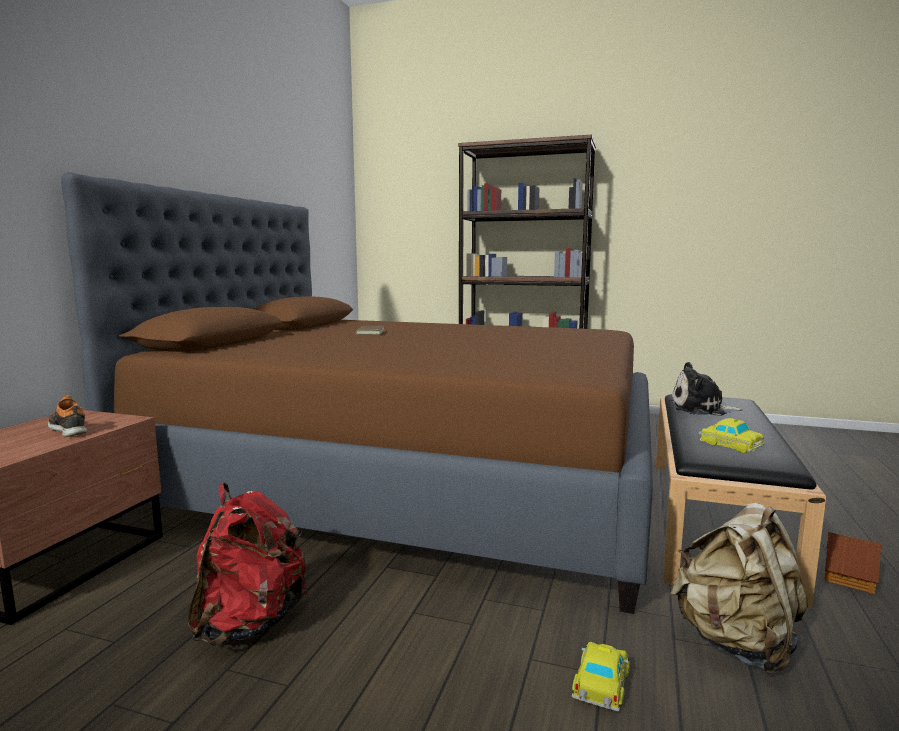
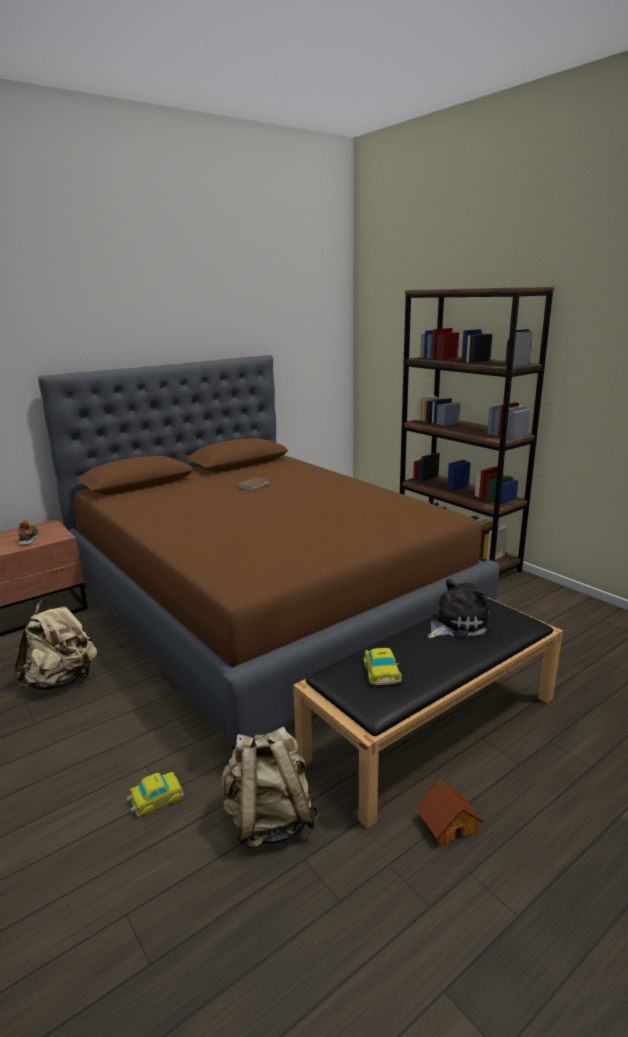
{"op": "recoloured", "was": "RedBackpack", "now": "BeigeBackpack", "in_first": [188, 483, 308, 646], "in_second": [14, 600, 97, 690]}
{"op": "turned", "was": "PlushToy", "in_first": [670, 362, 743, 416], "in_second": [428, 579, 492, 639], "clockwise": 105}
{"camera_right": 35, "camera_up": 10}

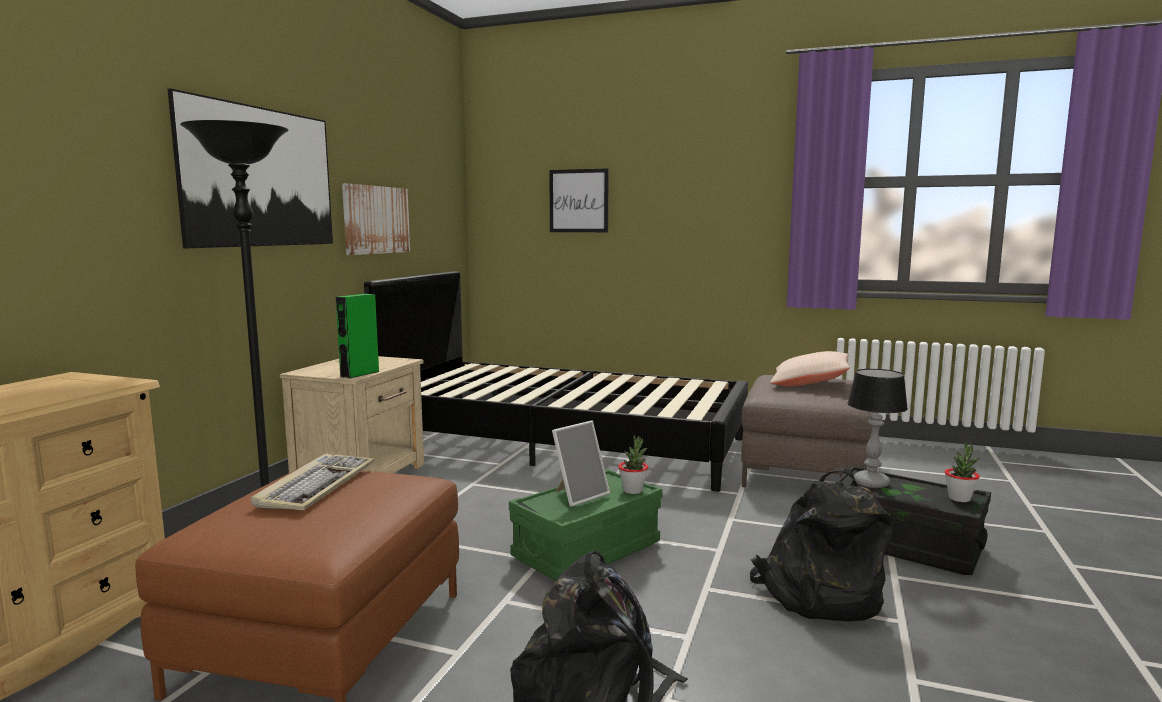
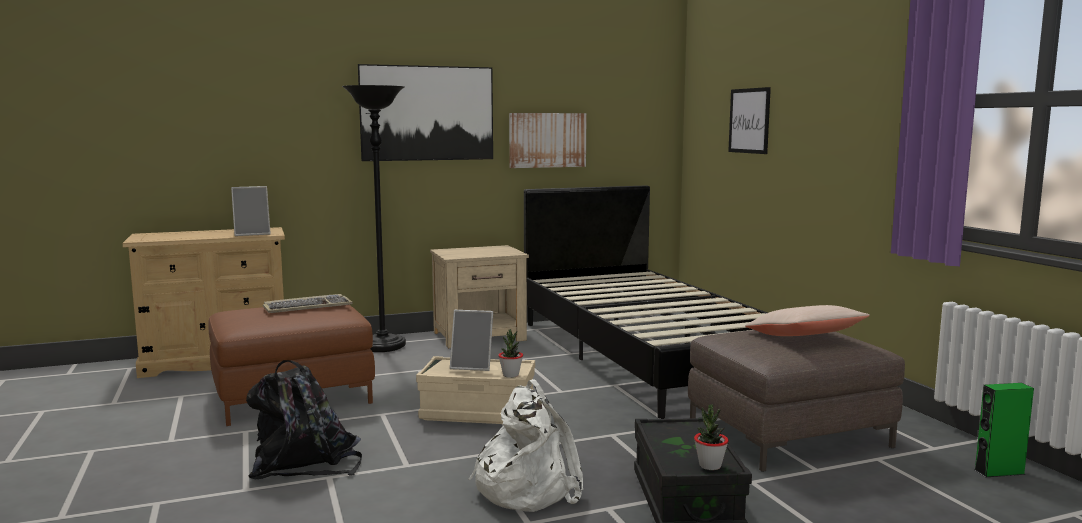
{"op": "moved", "was": "GreenSpeaker", "in_first": [335, 294, 380, 378], "in_second": [975, 383, 1034, 477]}
{"op": "recoloured", "was": "GreenStorageBox", "now": "BeigeStorageBox", "in_first": [509, 469, 663, 581], "in_second": [416, 356, 535, 424]}
{"op": "recoloured", "was": "BlackBackpack", "now": "WhiteBackpack", "in_first": [750, 468, 893, 621], "in_second": [468, 379, 583, 512]}
{"op": "removed", "was": "TableLamp", "in_first": [847, 369, 908, 488]}
{"op": "added", "now": "PictureFrame", "in_second": [231, 186, 271, 236]}
{"camera_right": 50, "camera_up": 0}

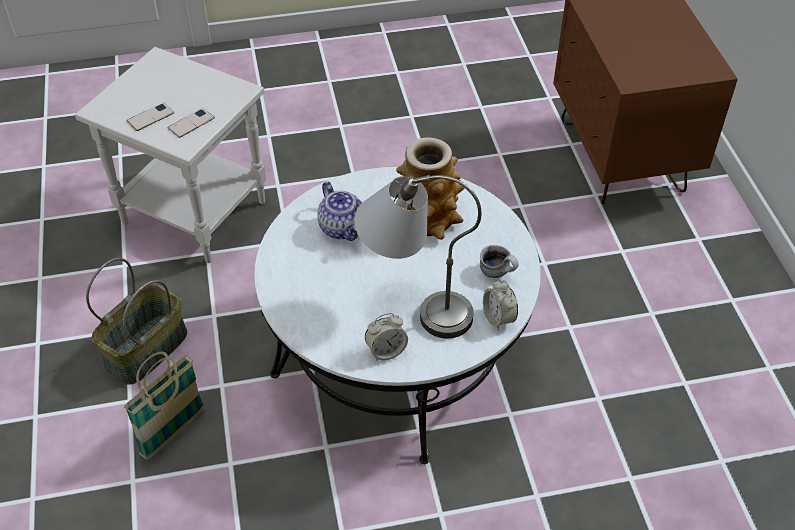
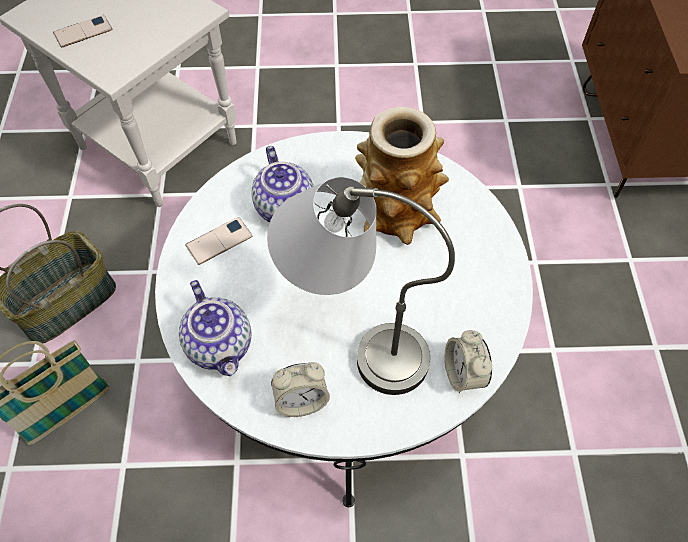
{"op": "moved", "was": "Phone", "in_first": [168, 108, 215, 138], "in_second": [185, 217, 253, 265]}
{"op": "removed", "was": "Mug", "in_first": [480, 245, 519, 278]}
{"op": "added", "now": "Teapot", "in_second": [179, 280, 252, 376]}
{"camera_right": 10, "camera_up": 10}

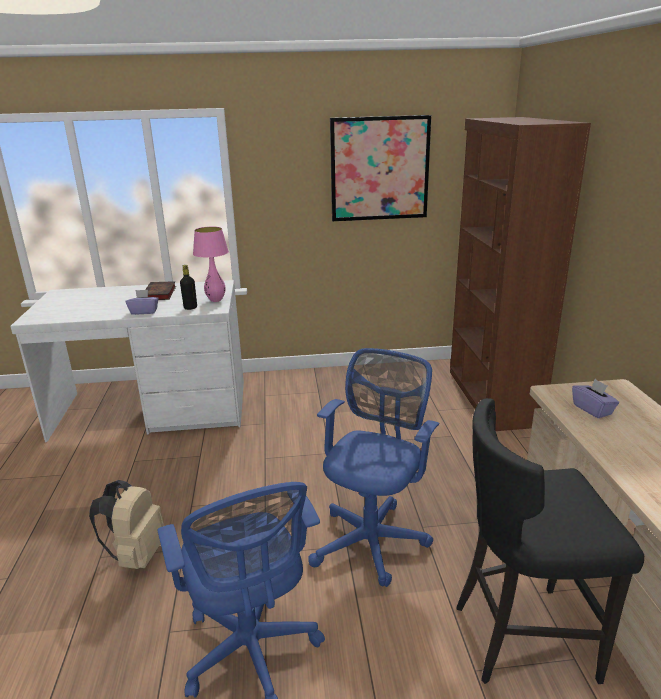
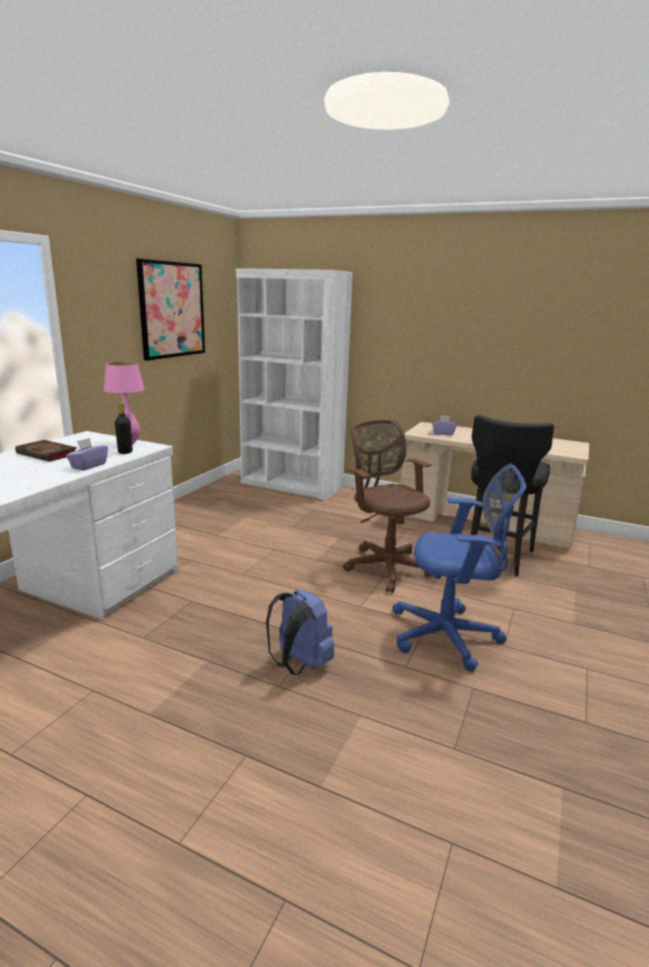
{"op": "recoloured", "was": "BeigeBackpack", "now": "BlueBackpack", "in_first": [89, 480, 165, 569], "in_second": [266, 590, 334, 675]}
{"op": "recoloured", "was": "BlueOfficeChair", "now": "BrownOfficeChair", "in_first": [308, 348, 439, 587], "in_second": [343, 419, 432, 593]}
{"op": "recoloured", "was": "BrownBookcase", "now": "WhiteBookcase", "in_first": [450, 117, 591, 431], "in_second": [236, 268, 353, 500]}
{"camera_right": -60, "camera_up": -5}

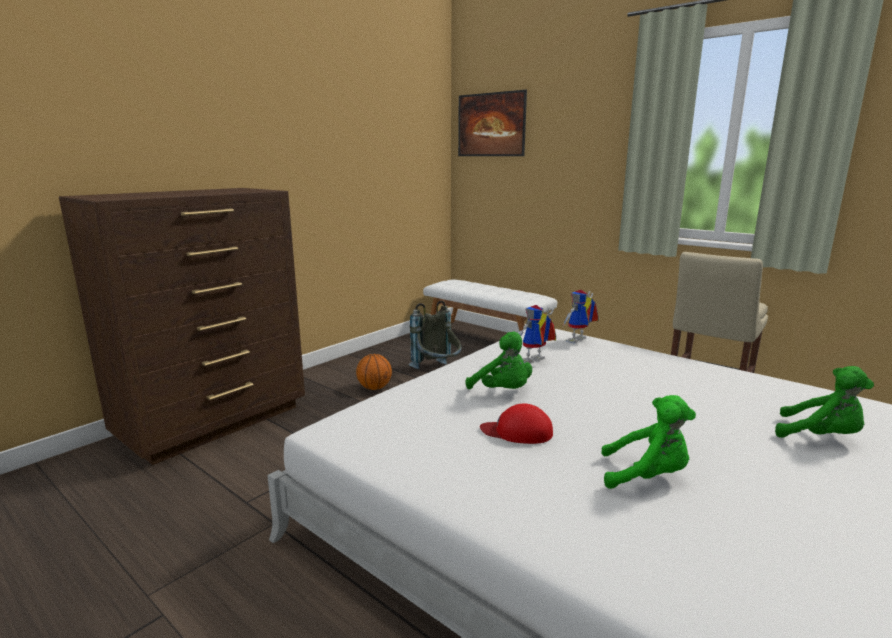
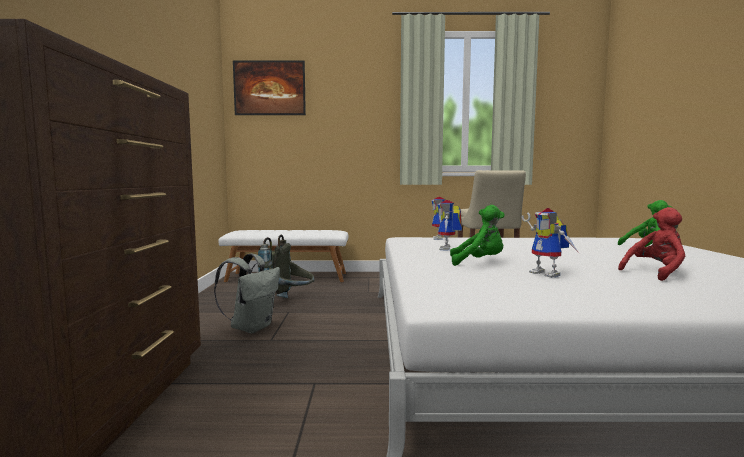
{"op": "replaced", "was": "Basketball", "now": "GreyBackpack", "in_first": [356, 354, 392, 390], "in_second": [214, 253, 280, 333]}
{"op": "replaced", "was": "RedCap", "now": "ToyRobot", "in_first": [480, 404, 553, 444], "in_second": [521, 208, 579, 278]}
{"op": "recoloured", "was": "GreenPlushToy", "now": "RedPlushToy", "in_first": [601, 395, 696, 489], "in_second": [618, 207, 686, 281]}
{"camera_right": -40, "camera_up": -10}

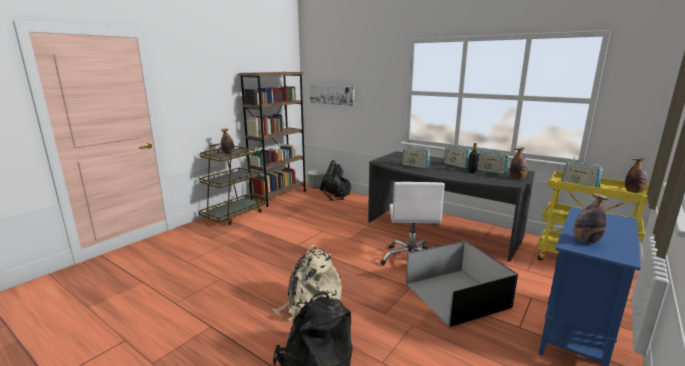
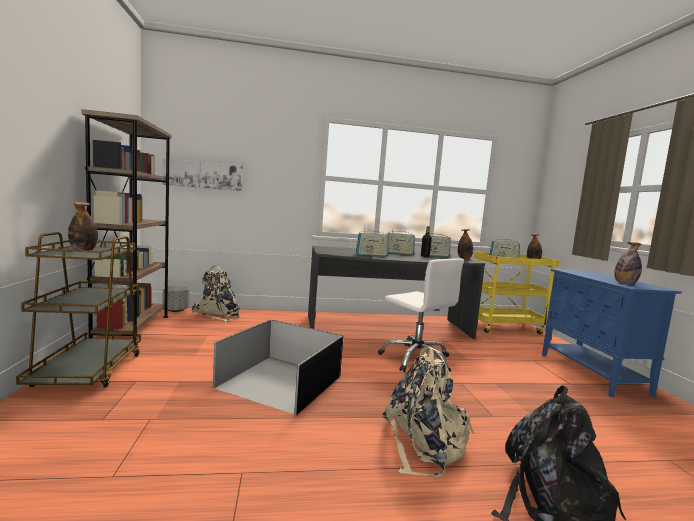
{"op": "recoloured", "was": "BlackBackpack", "now": "BeigeBackpack", "in_first": [320, 160, 352, 201], "in_second": [191, 265, 240, 322]}
{"op": "moved", "was": "BlackStorageBox", "in_first": [406, 241, 518, 327], "in_second": [213, 319, 344, 415]}
{"camera_right": -45, "camera_up": -10}

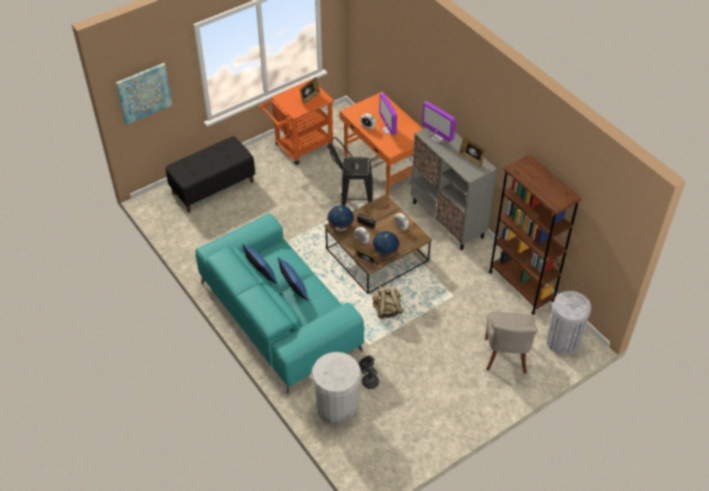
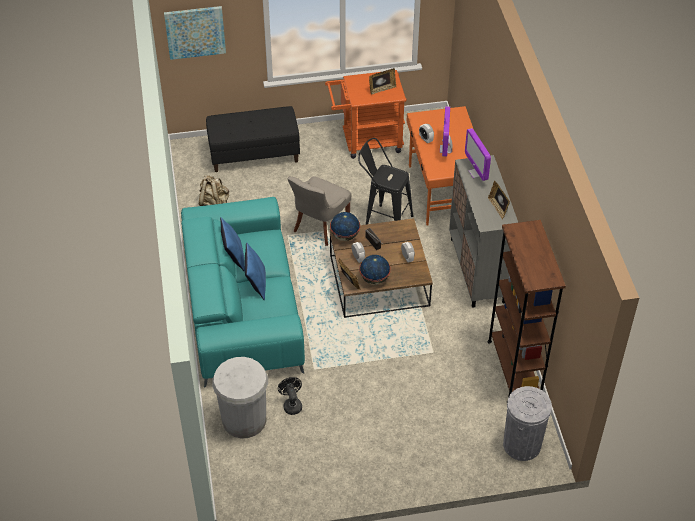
{"op": "moved", "was": "BeigeBackpack", "in_first": [372, 286, 404, 319], "in_second": [199, 175, 229, 206]}
{"op": "moved", "was": "GreyChair", "in_first": [485, 312, 538, 374], "in_second": [287, 176, 351, 246]}
{"camera_right": 25, "camera_up": 0}

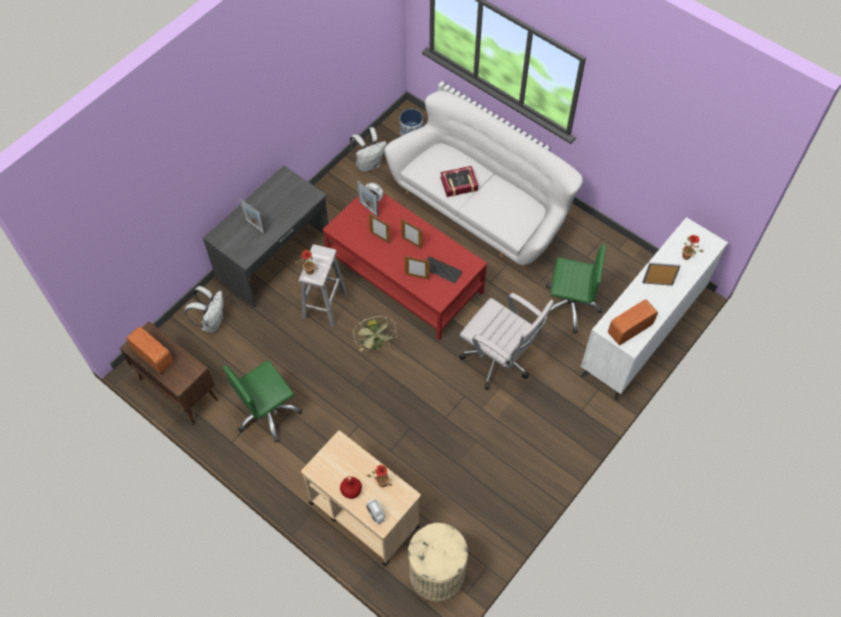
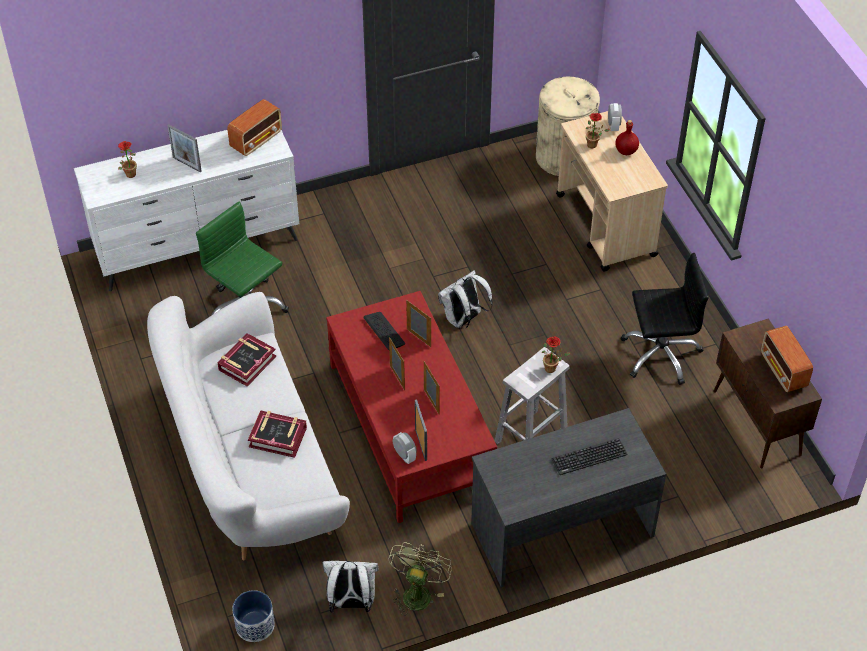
{"op": "moved", "was": "WhiteBackpack", "in_first": [185, 286, 224, 333], "in_second": [438, 270, 493, 329]}
{"op": "recoloured", "was": "GreenOfficeChair", "now": "BlackOfficeChair", "in_first": [223, 360, 302, 442], "in_second": [621, 253, 709, 385]}
{"op": "replaced", "was": "PictureFrame", "now": "Keyboard", "in_first": [239, 198, 266, 234], "in_second": [552, 438, 628, 475]}
{"op": "moved", "was": "GreenFan", "in_first": [353, 316, 397, 351], "in_second": [388, 542, 452, 616]}
{"op": "removed", "was": "WhiteOfficeChair", "in_first": [459, 293, 554, 390]}
{"op": "turned", "was": "Radio", "in_first": [608, 299, 658, 345], "in_second": [227, 99, 282, 156], "clockwise": -45}
{"op": "added", "now": "Book", "in_second": [218, 333, 276, 387]}
{"camera_right": -150, "camera_up": -10}

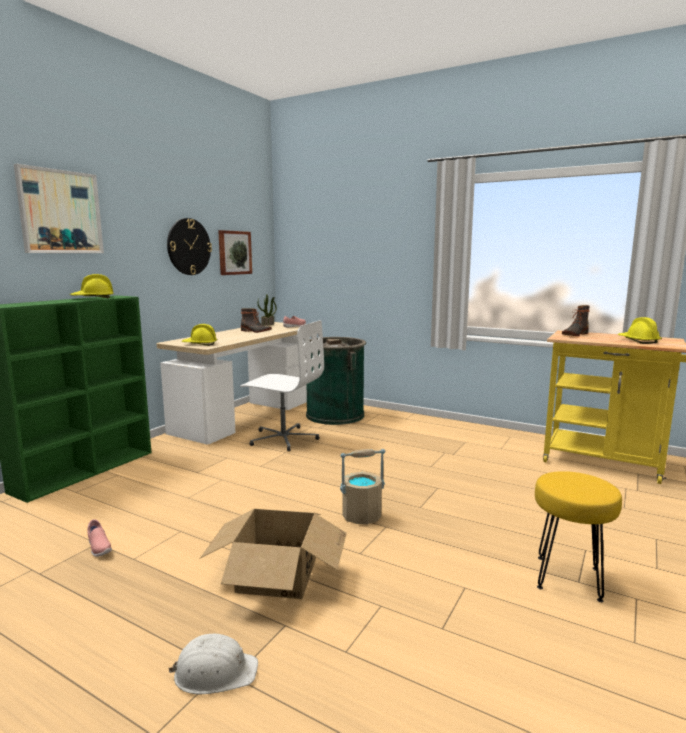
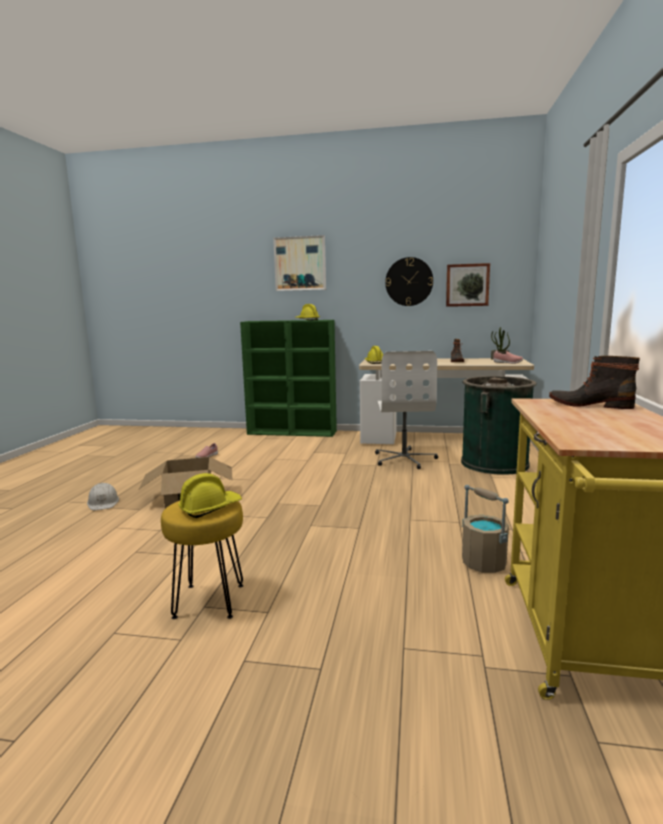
{"op": "moved", "was": "BeigeBucket", "in_first": [340, 449, 385, 524], "in_second": [462, 485, 509, 573]}
{"op": "moved", "was": "YellowHardHat", "in_first": [617, 317, 662, 344], "in_second": [178, 473, 242, 518]}
{"camera_right": 70, "camera_up": 0}

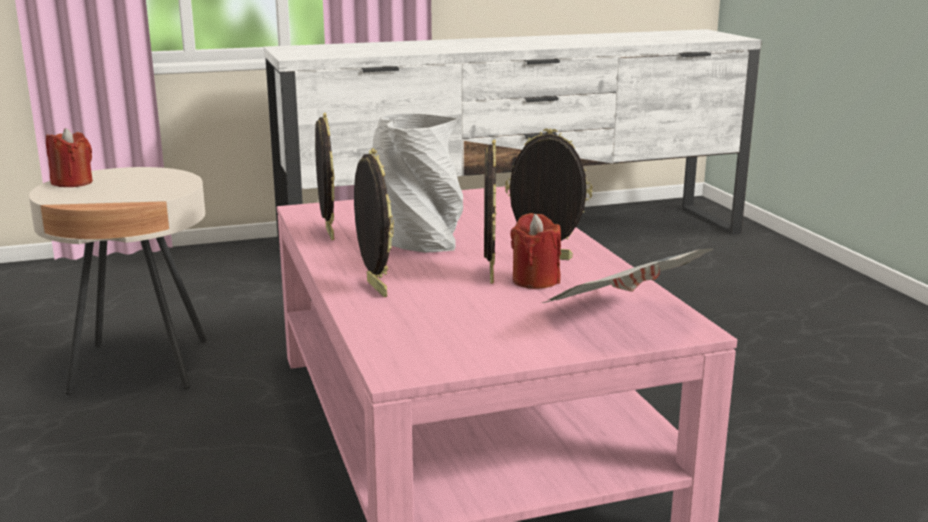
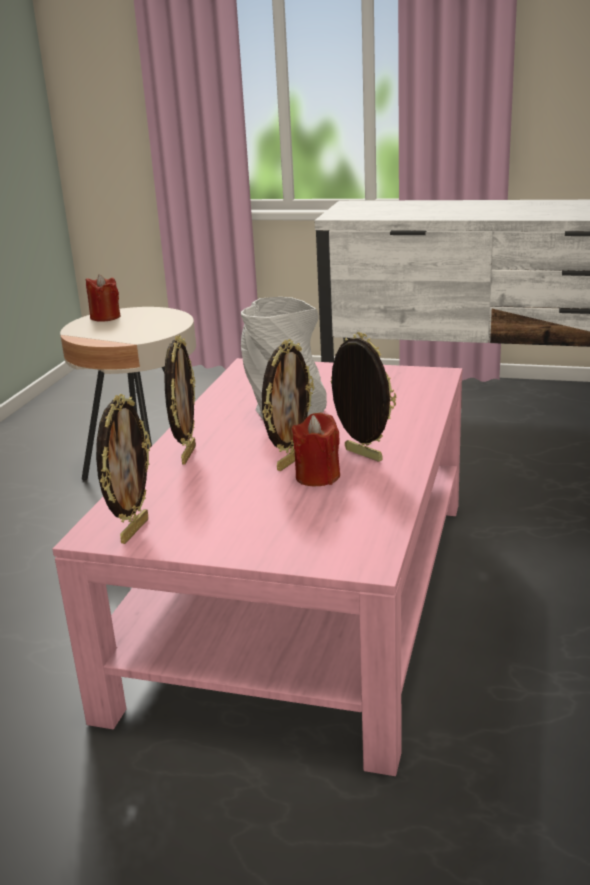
{"op": "moved", "was": "PictureFrame", "in_first": [315, 112, 335, 240], "in_second": [96, 394, 151, 544]}
{"op": "removed", "was": "Newspaper", "in_first": [542, 248, 713, 303]}
{"camera_right": 35, "camera_up": 5}

